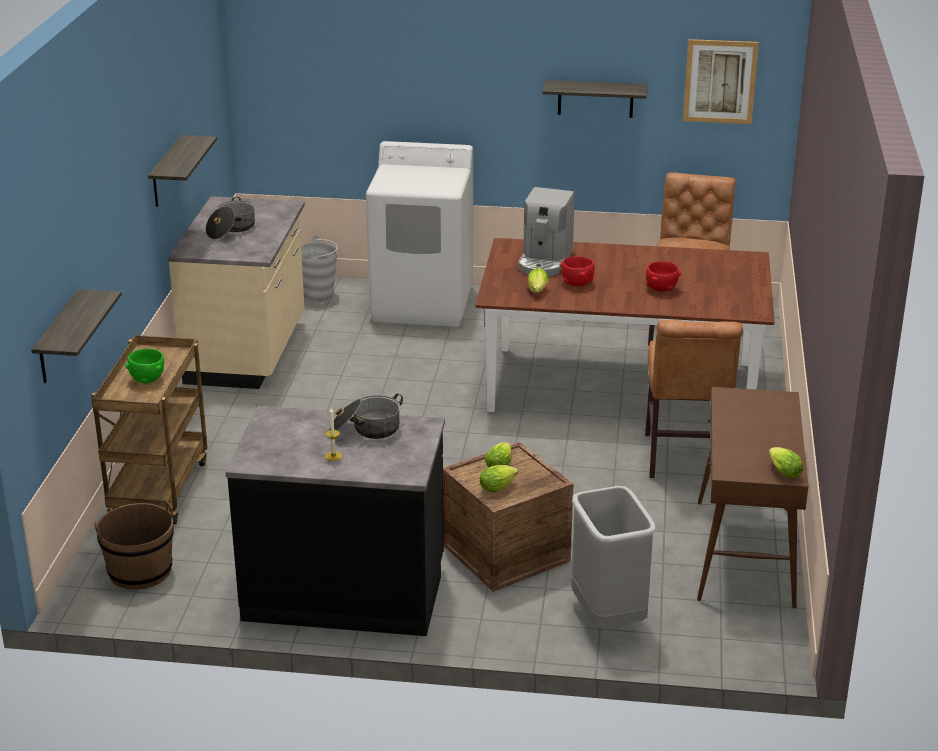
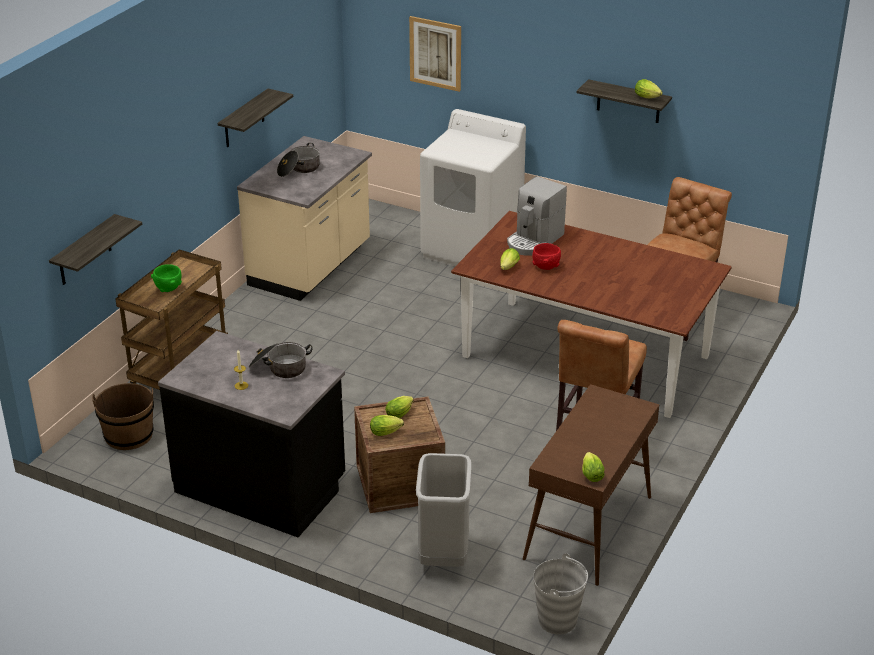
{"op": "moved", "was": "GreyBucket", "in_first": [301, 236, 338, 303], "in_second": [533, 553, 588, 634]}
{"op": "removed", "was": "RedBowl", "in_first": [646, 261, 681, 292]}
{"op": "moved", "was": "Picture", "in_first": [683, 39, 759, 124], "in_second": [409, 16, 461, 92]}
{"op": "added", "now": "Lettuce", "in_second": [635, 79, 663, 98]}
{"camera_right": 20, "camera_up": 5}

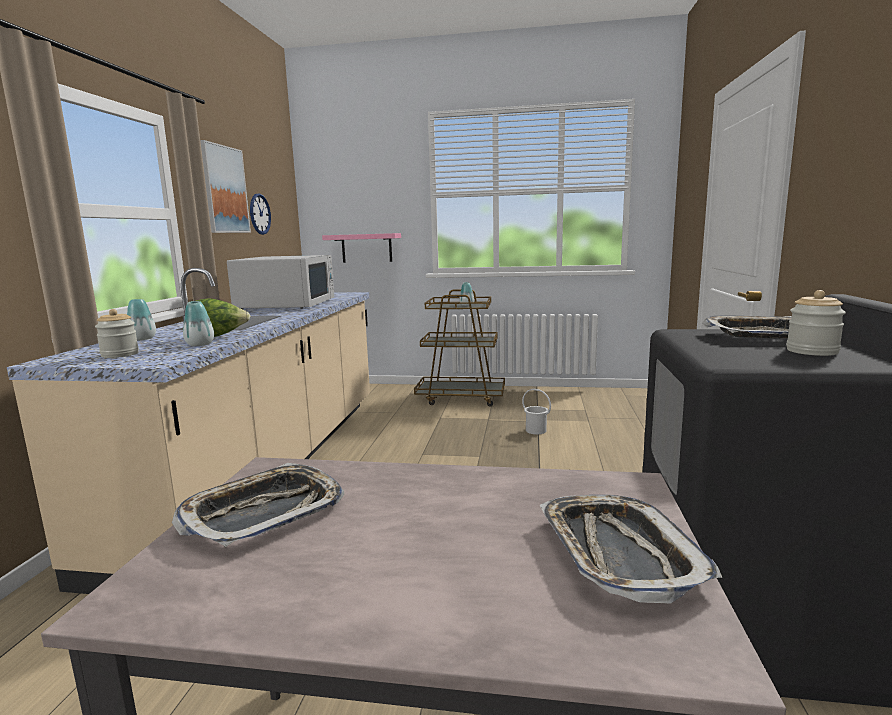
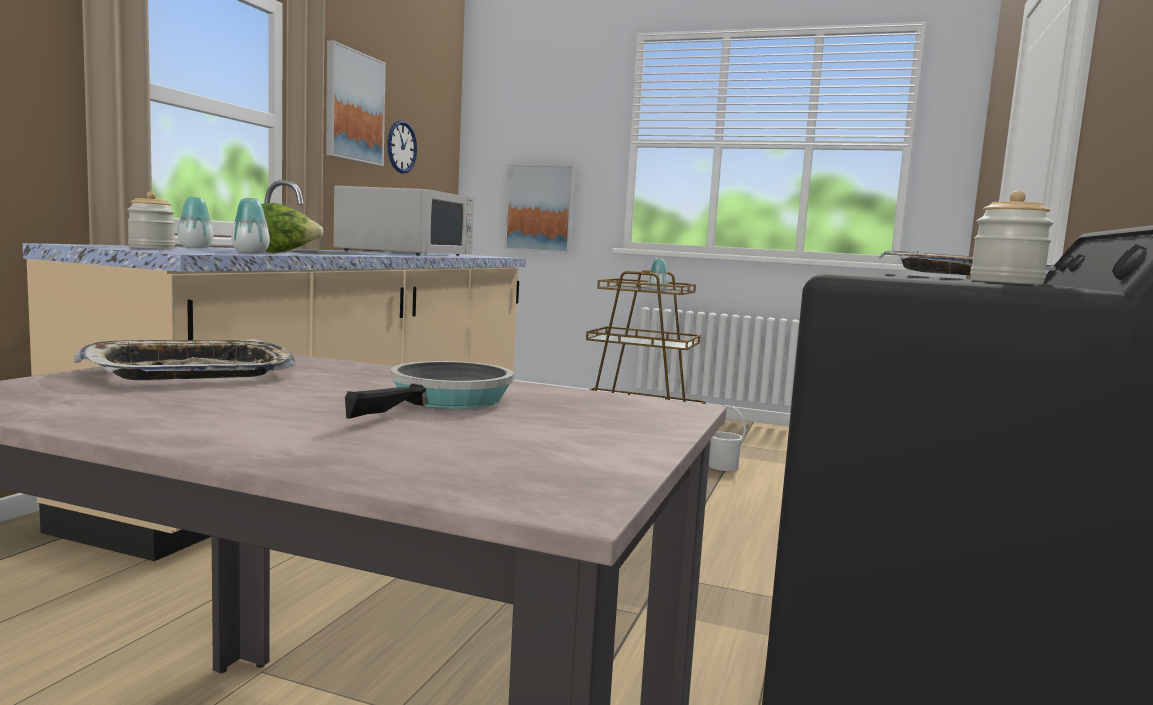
{"op": "replaced", "was": "PinkShelf", "now": "Picture", "in_first": [322, 233, 401, 263], "in_second": [504, 164, 575, 253]}
{"op": "removed", "was": "Tray", "in_first": [540, 495, 722, 603]}
{"op": "added", "now": "FryingPan", "in_second": [345, 361, 514, 419]}
{"camera_right": 10, "camera_up": -5}

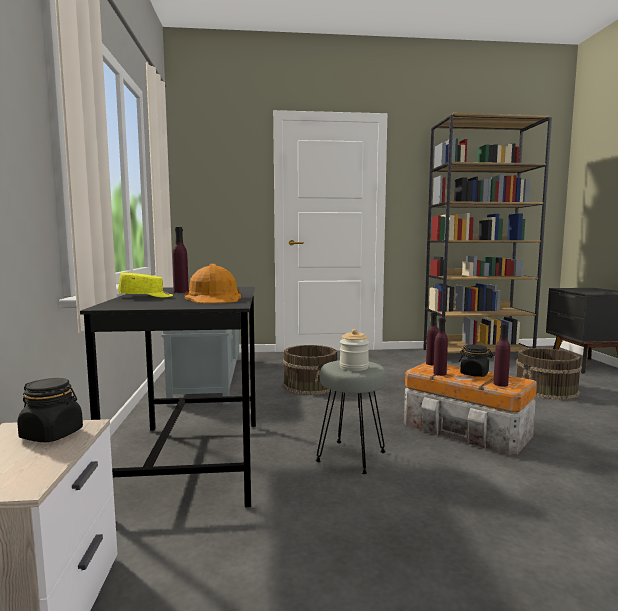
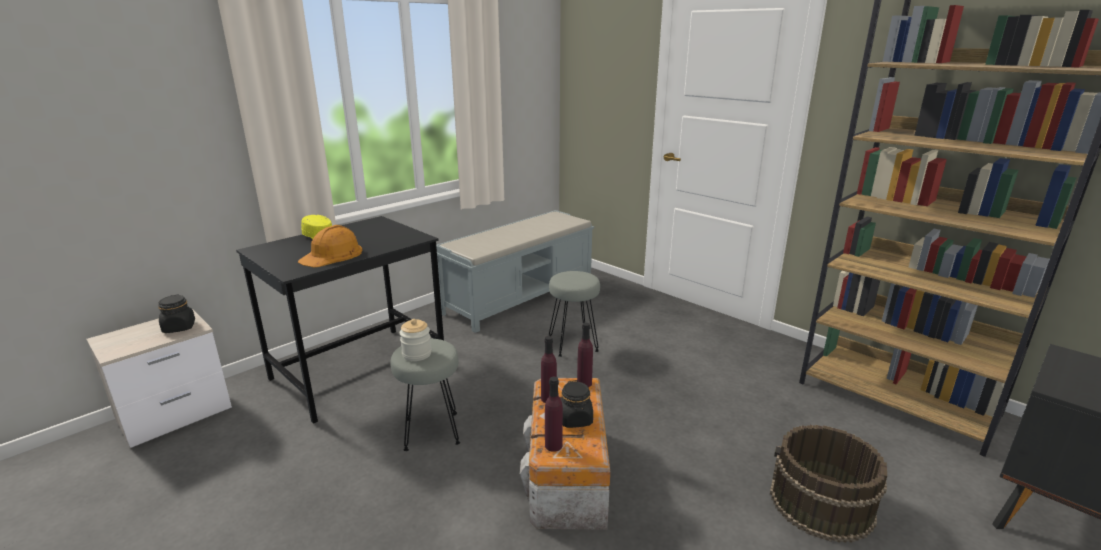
{"op": "removed", "was": "PurpleBottle", "in_first": [173, 227, 189, 293]}
{"op": "replaced", "was": "BrownBucket", "now": "GreyStool", "in_first": [283, 345, 338, 395], "in_second": [549, 271, 600, 357]}
{"camera_right": 50, "camera_up": 15}

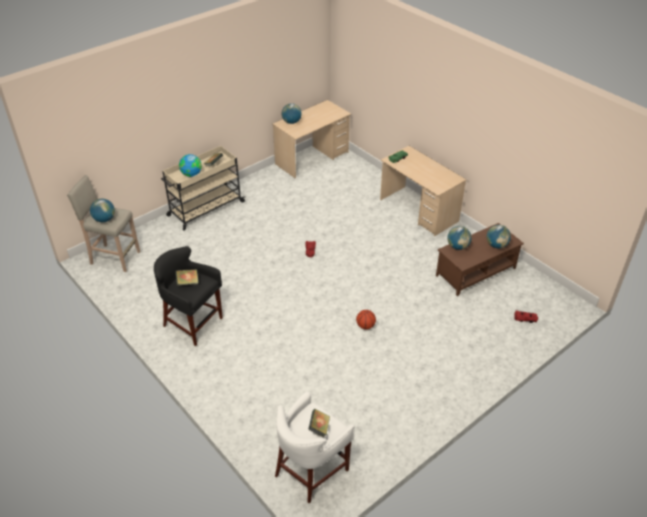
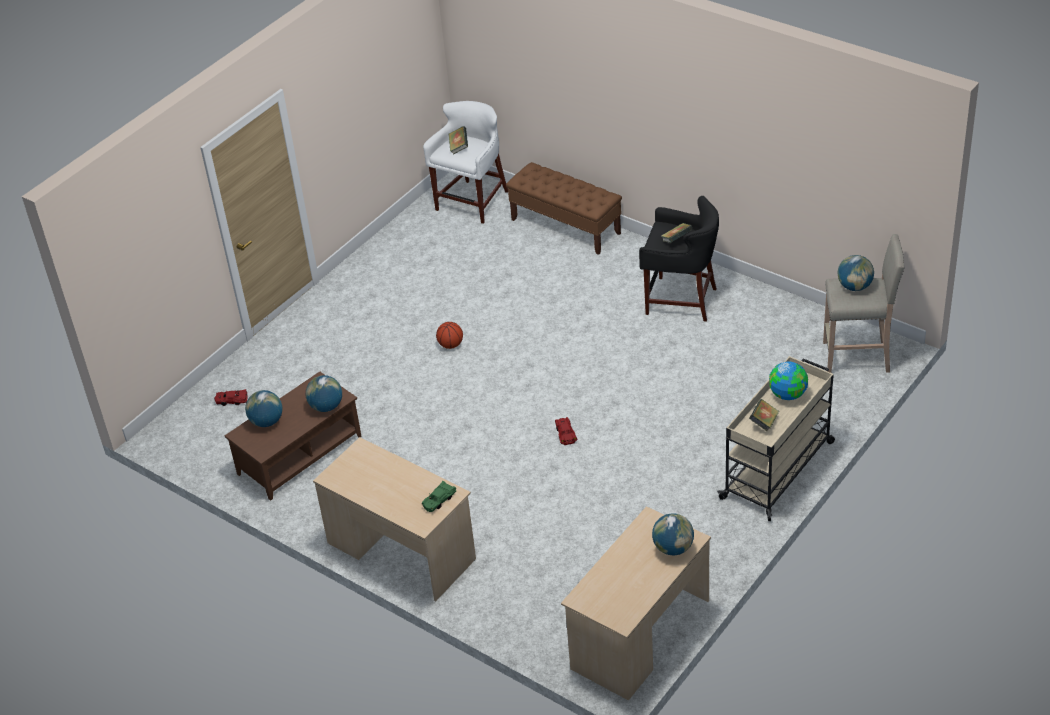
{"op": "added", "now": "BrownBench", "in_second": [506, 162, 622, 255]}
{"camera_right": 170, "camera_up": 0}

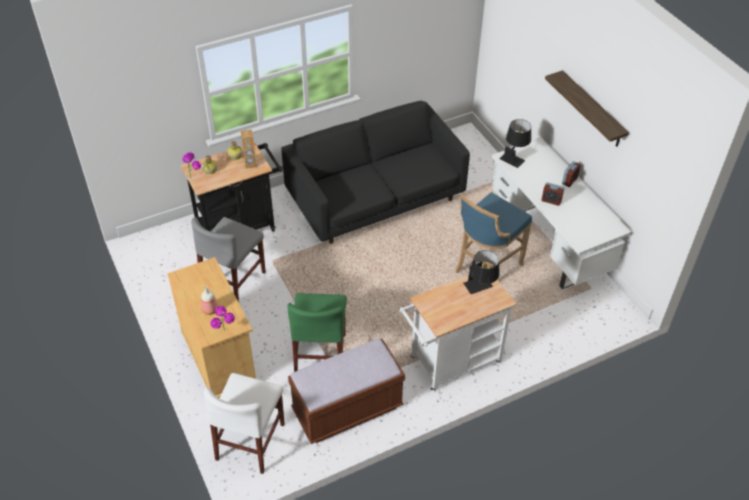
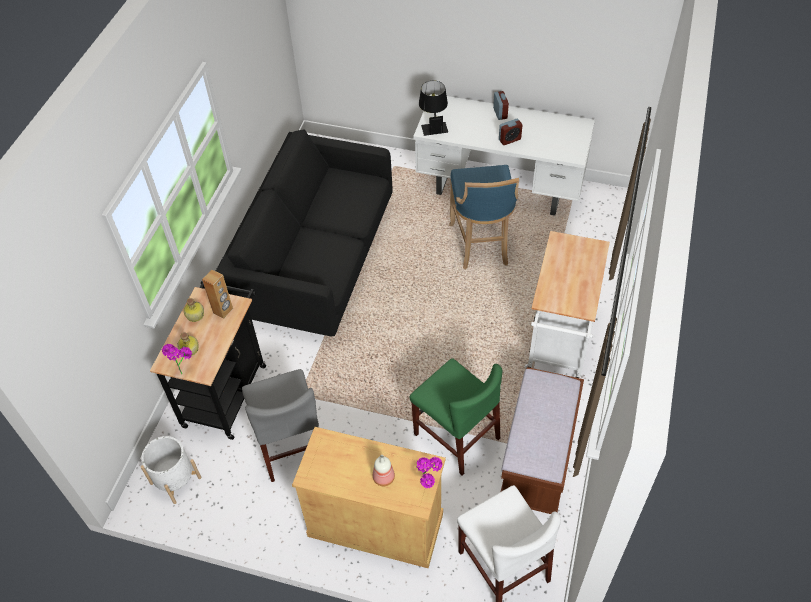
{"op": "removed", "was": "BlackTableLamp", "in_first": [463, 250, 500, 294]}
{"op": "removed", "was": "Shelf", "in_first": [545, 70, 629, 147]}
{"op": "added", "now": "WhitePlanter", "in_second": [141, 436, 201, 504]}
{"camera_right": -45, "camera_up": 5}

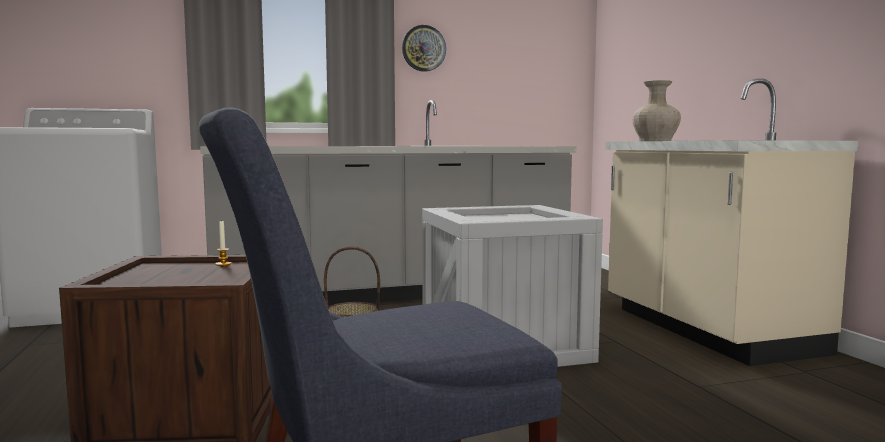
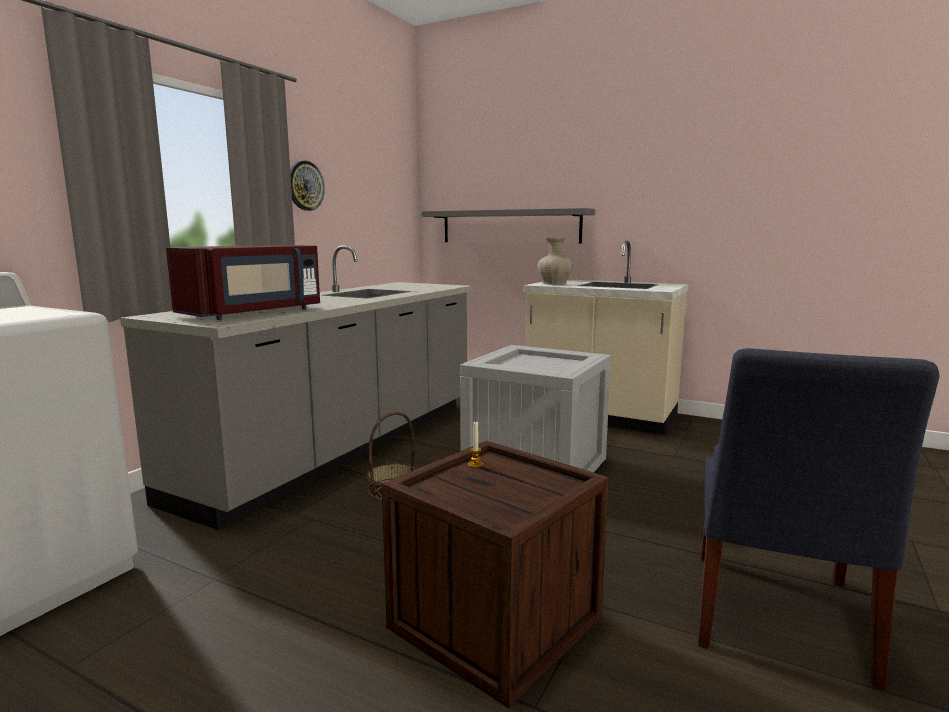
{"op": "added", "now": "RedMicrowave", "in_second": [166, 245, 320, 320]}
{"op": "added", "now": "GreyShelf", "in_second": [421, 208, 595, 243]}
{"camera_right": -45, "camera_up": 5}

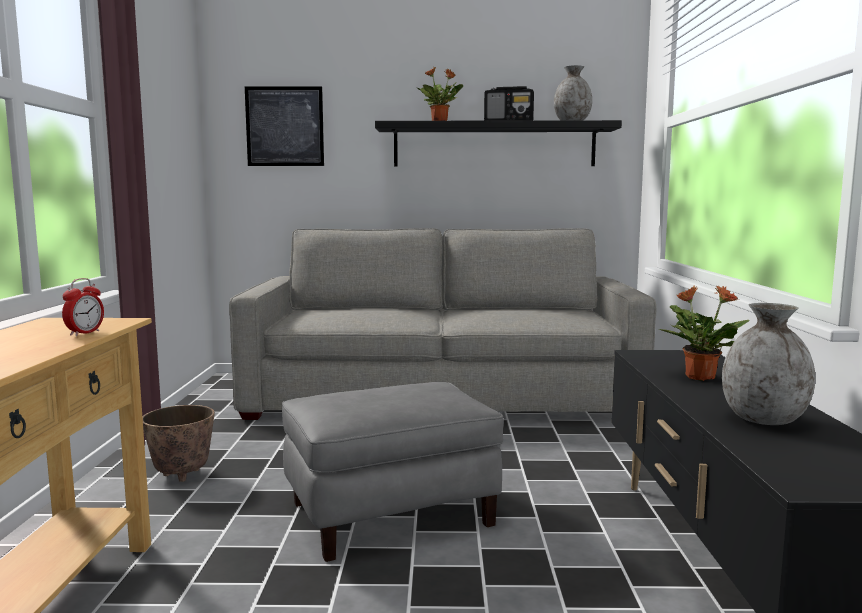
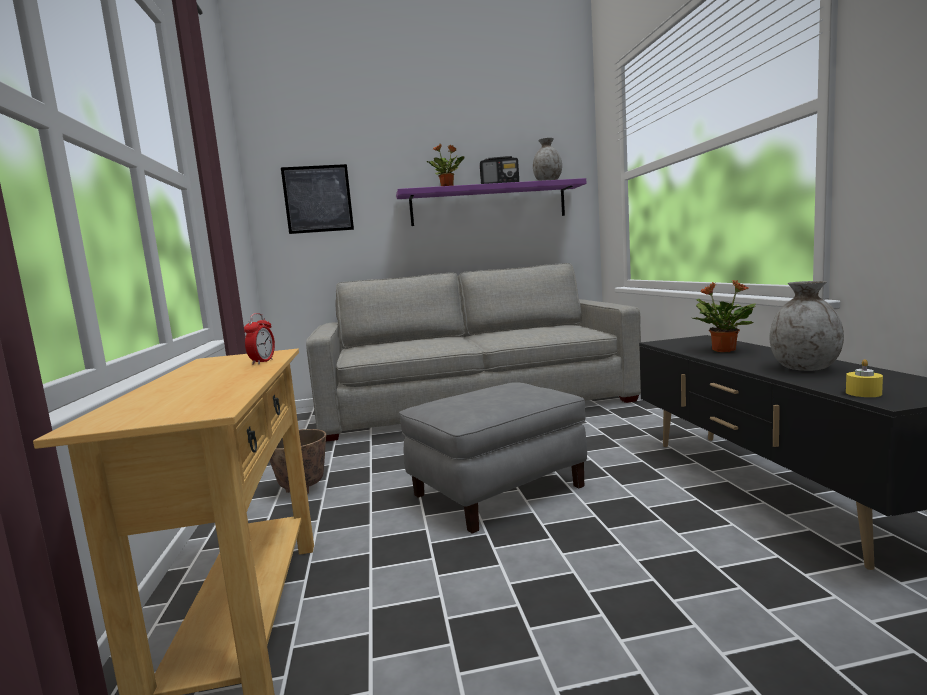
{"op": "recoloured", "was": "BlackShelf", "now": "PurpleShelf", "in_first": [375, 120, 622, 166], "in_second": [396, 178, 587, 226]}
{"op": "added", "now": "YellowCandle", "in_second": [846, 359, 883, 397]}
{"camera_right": -10, "camera_up": 0}

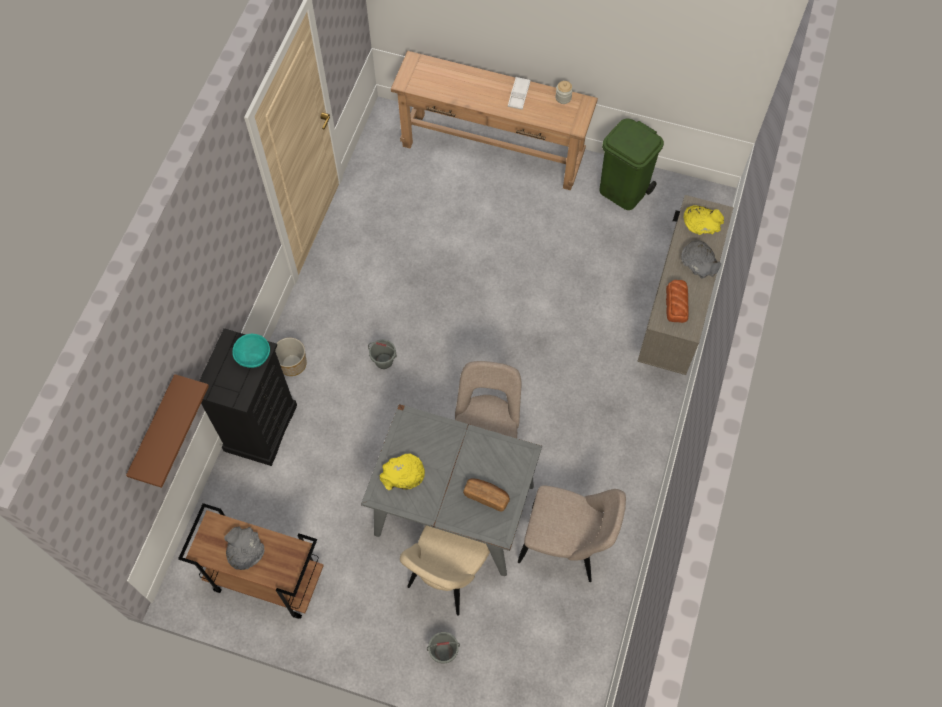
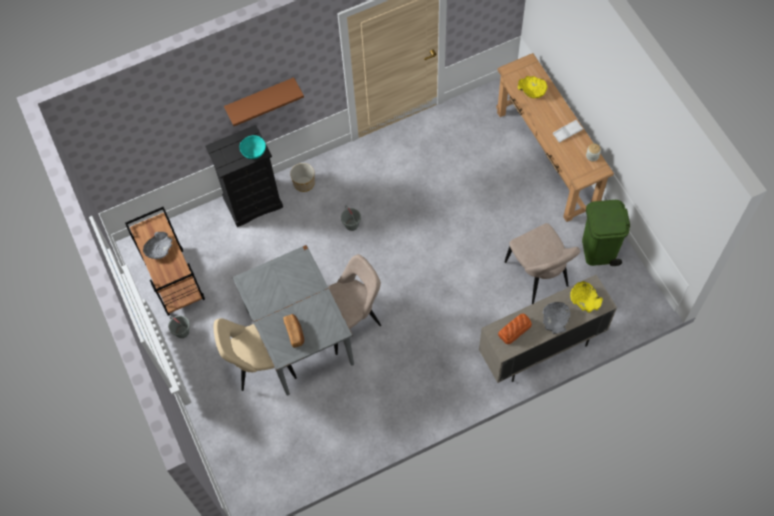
{"op": "moved", "was": "BrownShelf", "in_first": [126, 374, 209, 488], "in_second": [224, 77, 304, 126]}
{"op": "moved", "was": "YellowBowl", "in_first": [380, 454, 425, 490], "in_second": [518, 76, 547, 98]}
{"op": "moved", "was": "GreyBucket", "in_first": [427, 632, 460, 663], "in_second": [168, 315, 190, 338]}
{"op": "moved", "was": "BeigeChair", "in_first": [518, 486, 626, 582], "in_second": [505, 223, 580, 304]}
{"camera_right": 50, "camera_up": 0}

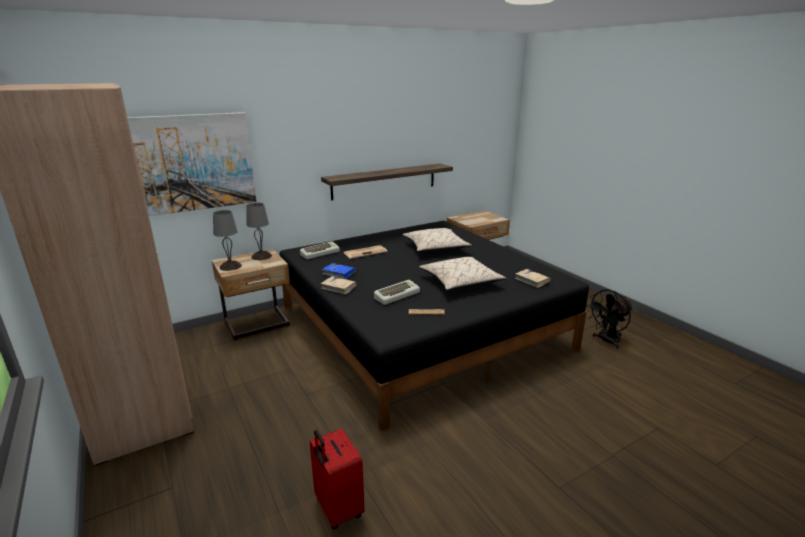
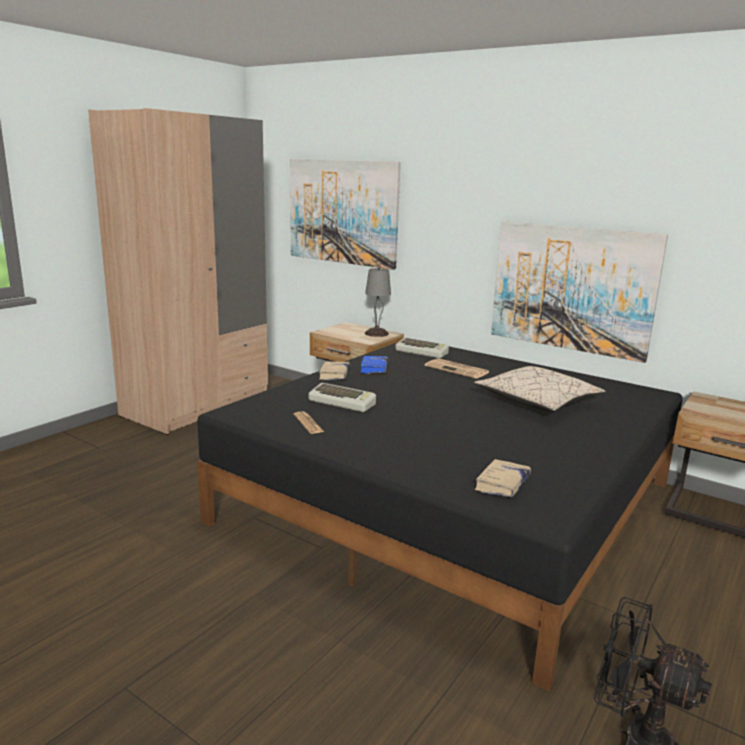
{"op": "removed", "was": "GreyTableLamp", "in_first": [213, 210, 242, 271]}
{"op": "removed", "was": "RedSuitcase", "in_first": [310, 429, 365, 530]}
{"op": "replaced", "was": "Shelf", "now": "Picture", "in_first": [321, 163, 453, 201], "in_second": [491, 221, 668, 363]}
{"op": "removed", "was": "BeigePillow", "in_first": [419, 257, 507, 290]}
{"camera_right": 65, "camera_up": -5}

